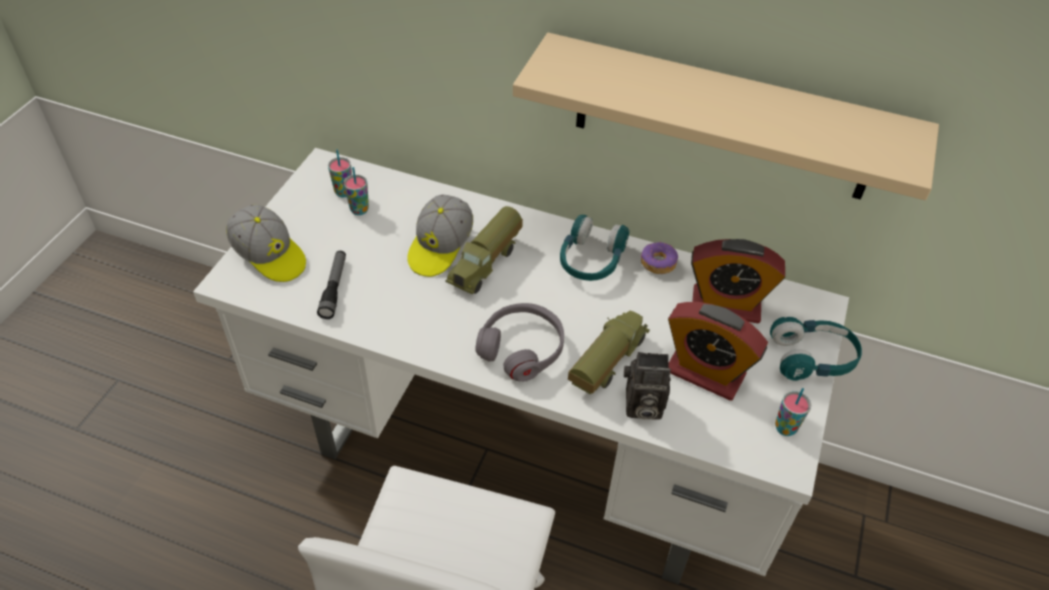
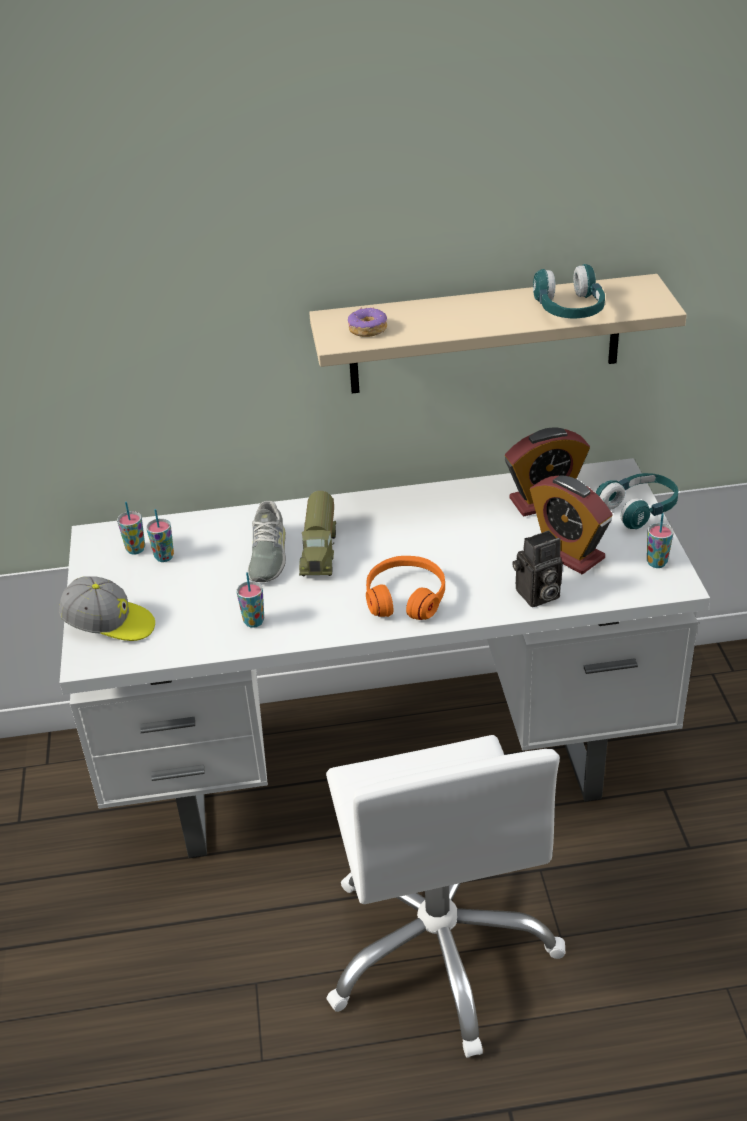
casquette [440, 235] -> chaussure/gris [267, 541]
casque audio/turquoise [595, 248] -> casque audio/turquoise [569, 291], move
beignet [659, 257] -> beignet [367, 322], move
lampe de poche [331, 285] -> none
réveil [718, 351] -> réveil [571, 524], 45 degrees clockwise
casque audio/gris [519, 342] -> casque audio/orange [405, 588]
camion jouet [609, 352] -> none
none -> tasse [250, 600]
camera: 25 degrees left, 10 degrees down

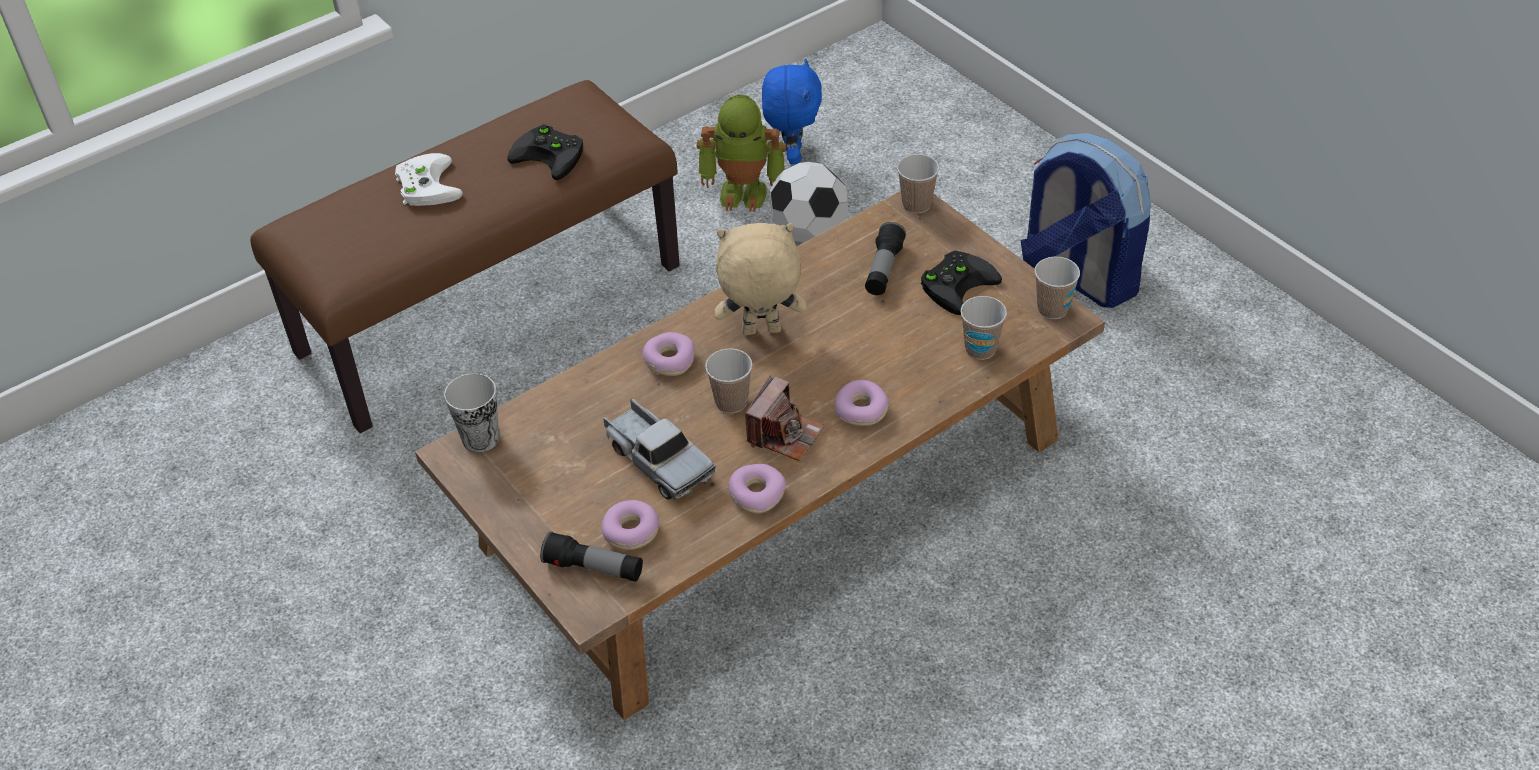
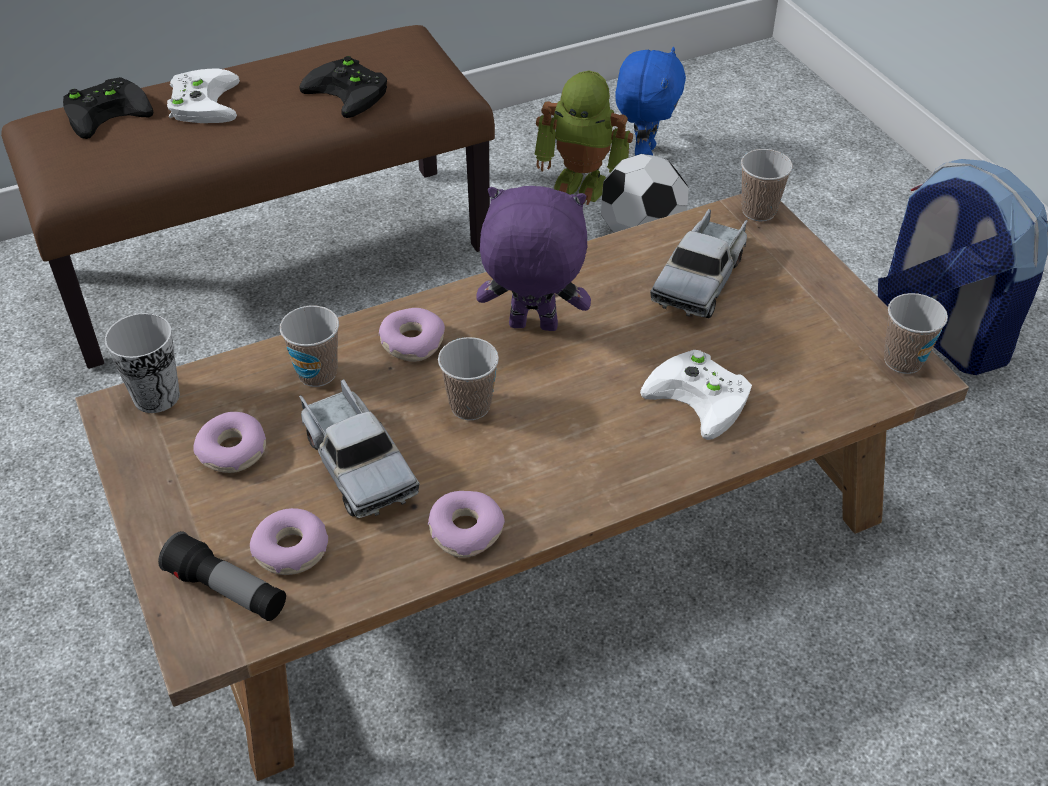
lampe de poche [885, 258] -> camion jouet [699, 263]
peluche/beige [760, 279] -> peluche/violet [533, 258]
manette/noir [961, 283] -> manette/noir [108, 108], move
tasse [983, 328] -> tasse [309, 346], move
appareil photo [785, 418] -> none
beignet [861, 403] -> beignet [229, 442], move
none -> manette/blanc [696, 395]
camera: 10 degrees right, 0 degrees up

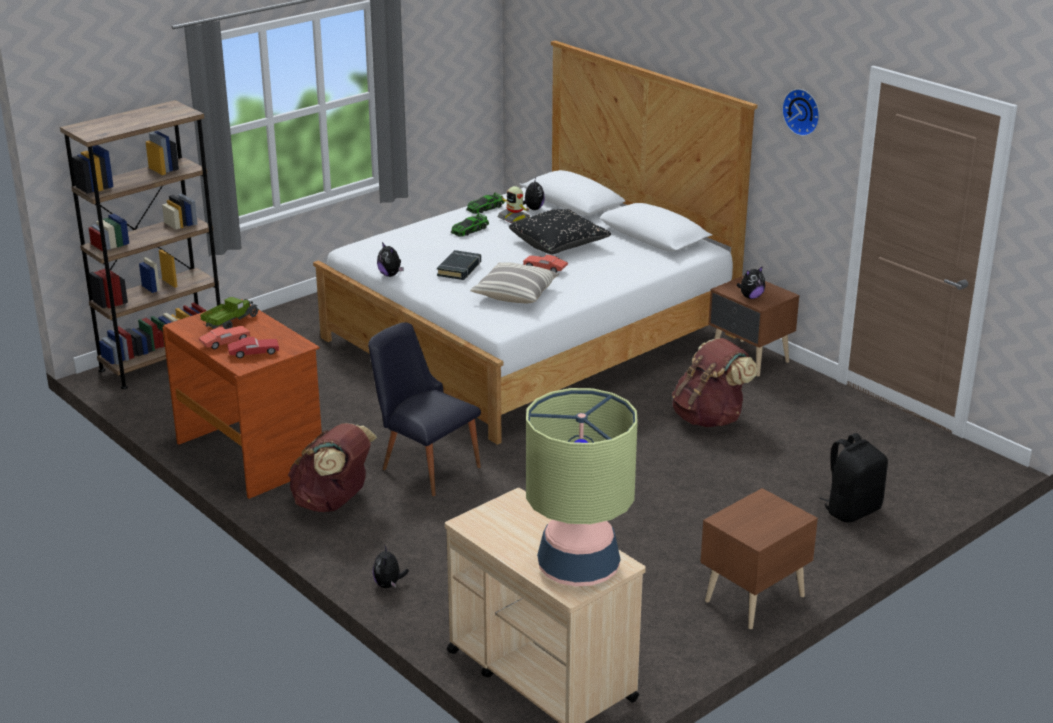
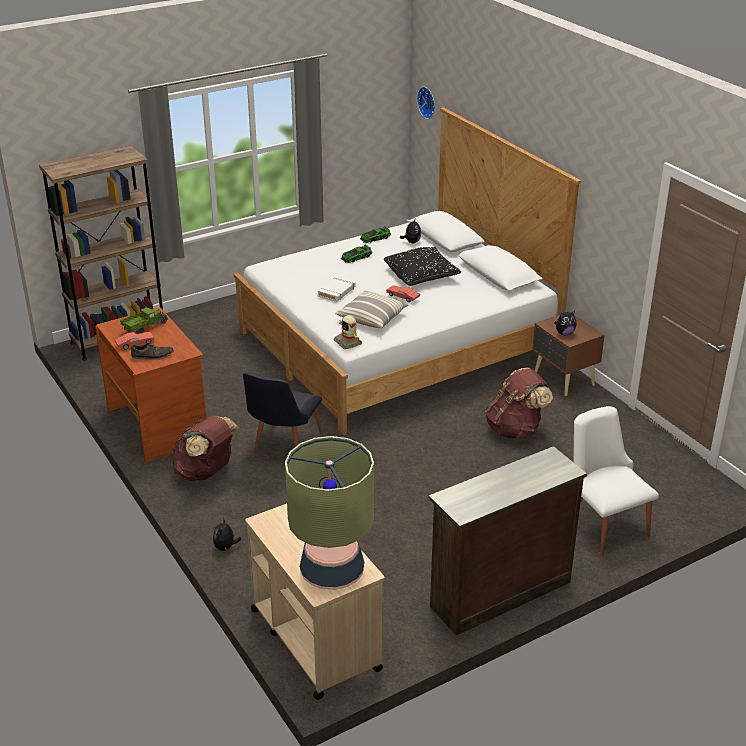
horloge murale [801, 112] -> horloge murale [426, 103], move
robot jouet [514, 205] -> robot jouet [348, 332], move
peluche [390, 259] -> none
livre/noir [459, 265] -> livre/blanc [336, 289]
chaise/noir [424, 409] -> chaise/noir [283, 413], 120 degrees counterclockwise
petite voiture/rouge [253, 347] -> chaussure/marron [152, 352]
sac à dos/noir [853, 477] -> chaise/blanc [616, 481]
table de chevet/marron [759, 558] -> commode/marron [508, 540]
camera: 10 degrees right, 5 degrees up

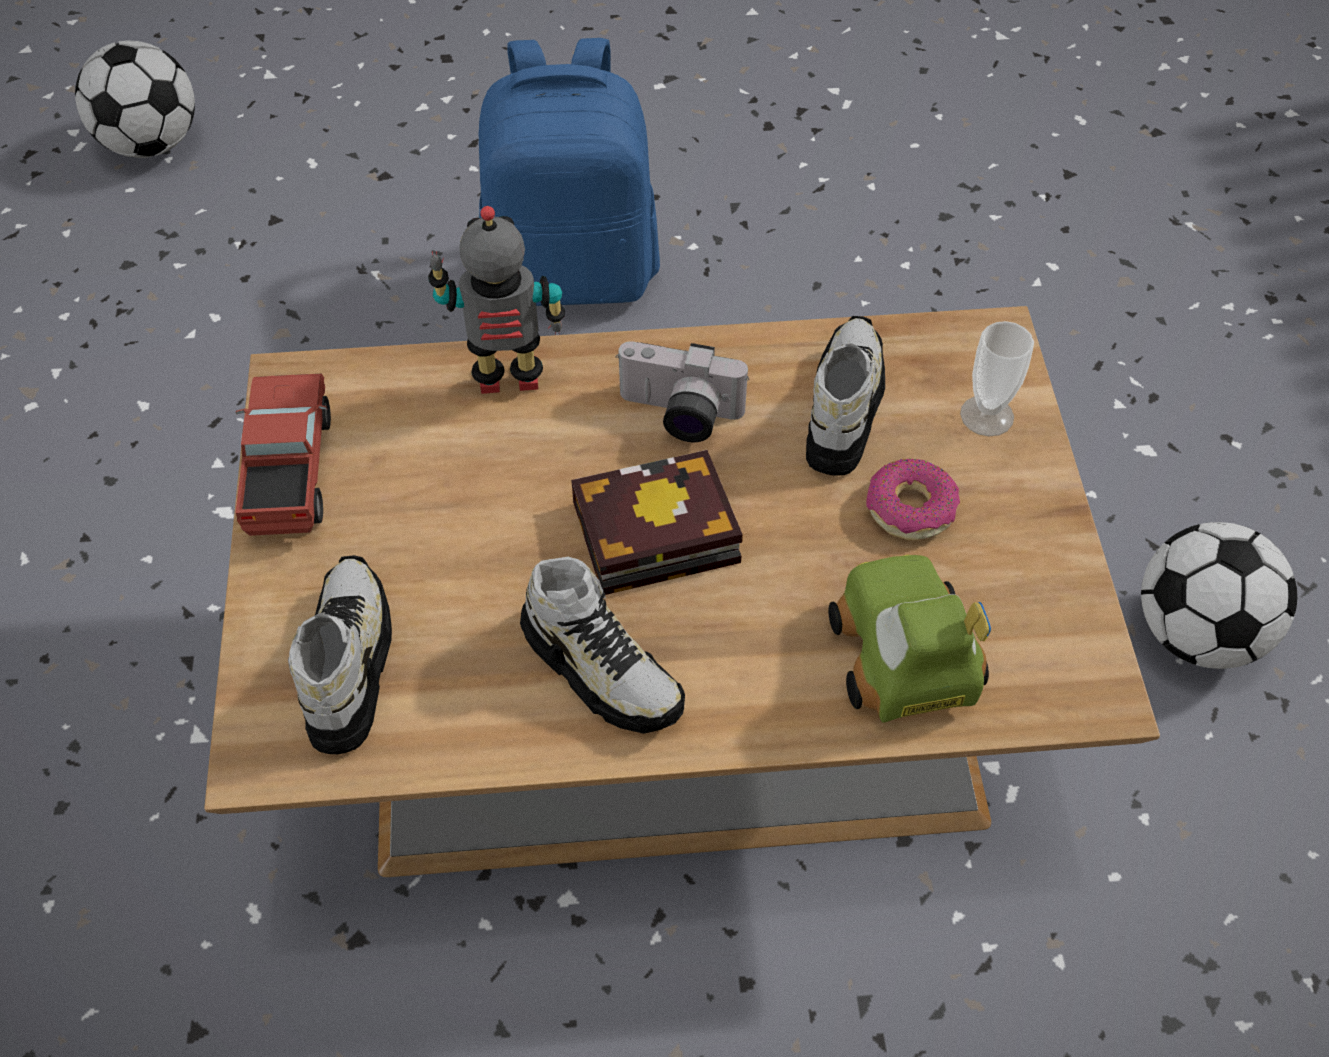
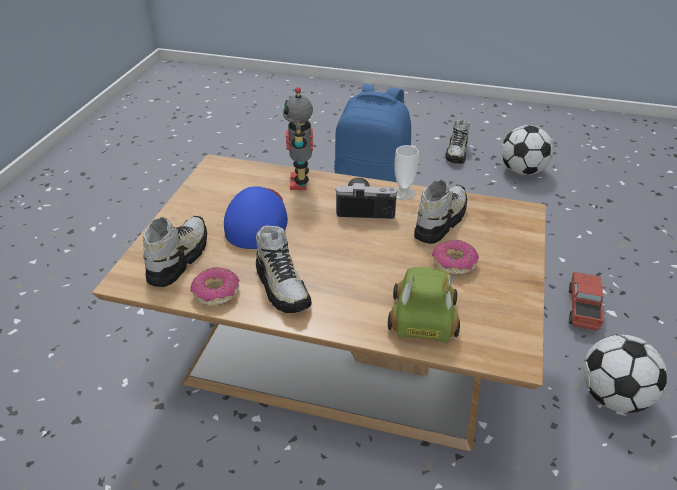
ballon de foot [135, 99] -> ballon de foot [527, 150], move
robot jouet [496, 300] -> robot jouet [298, 138], 105 degrees counterclockwise
tasse [997, 378] -> tasse [407, 172], move
appareil photo [682, 391] -> appareil photo [366, 198], 150 degrees clockwise
camion jouet [283, 455] -> camion jouet [587, 301], move
livre [657, 522] -> none
none -> chaussure [458, 141]
none -> casquette/bleu [256, 217]
none -> beignet [215, 286]
camera: 20 degrees right, 15 degrees down

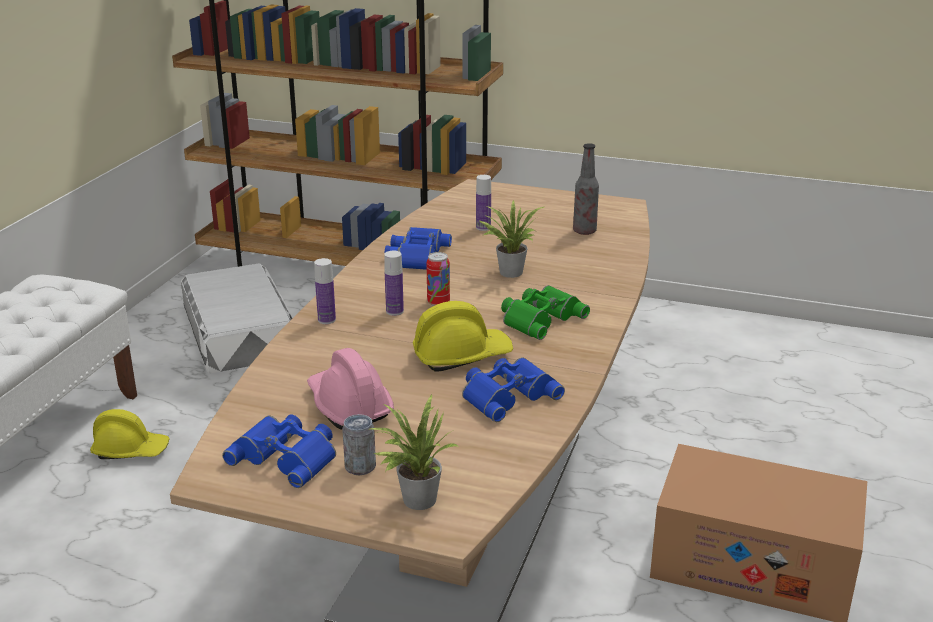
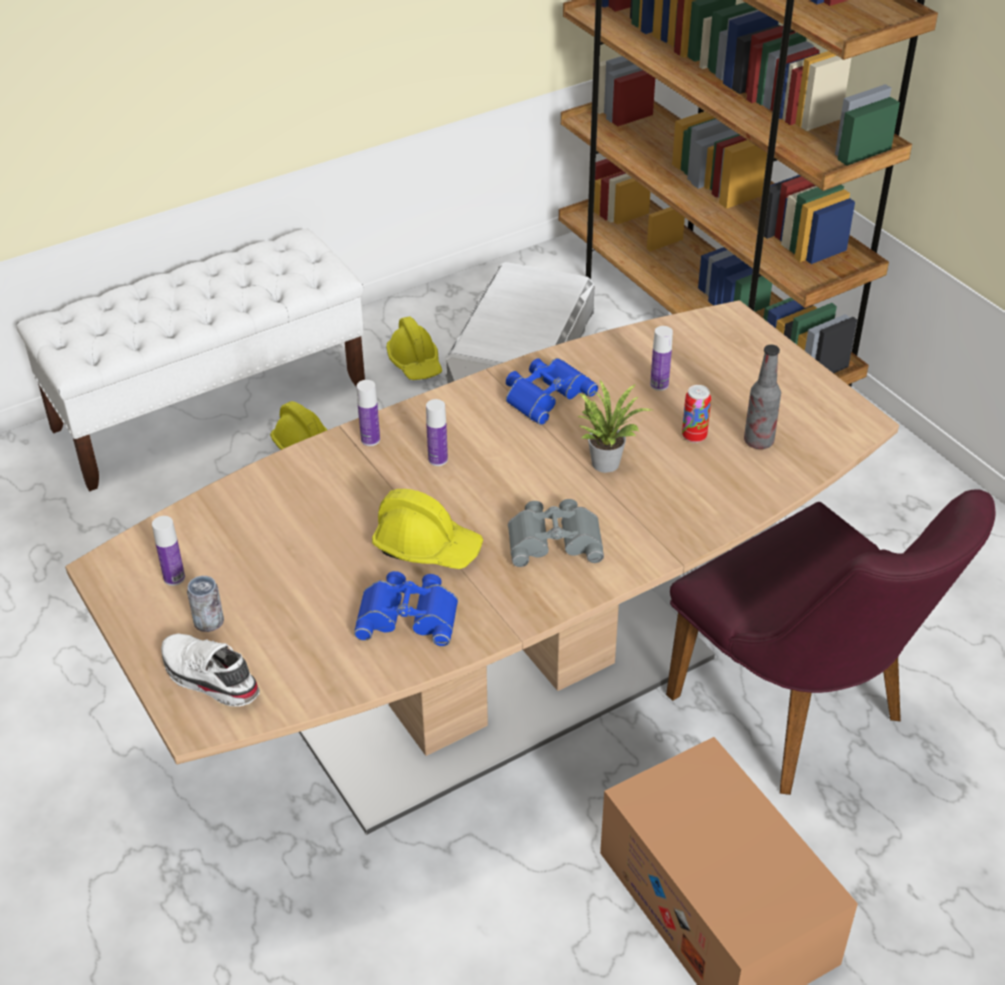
boîte métallique [438, 279] -> boîte métallique [696, 414], move
jumelles/vert [545, 312] -> jumelles/gris [556, 533]
casque de chantier/rose [350, 389] -> none
plante en pot [415, 452] -> chaussure/blanc [210, 670]
jumelles/bleu [279, 451] -> bouteille [168, 551]
none -> casque de chantier/jaune [414, 348]
none -> chaise/violet [831, 642]
camera: 40 degrees right, 15 degrees up

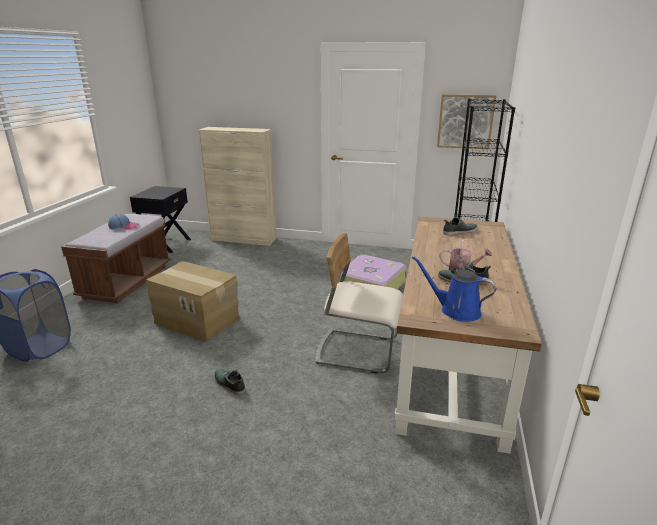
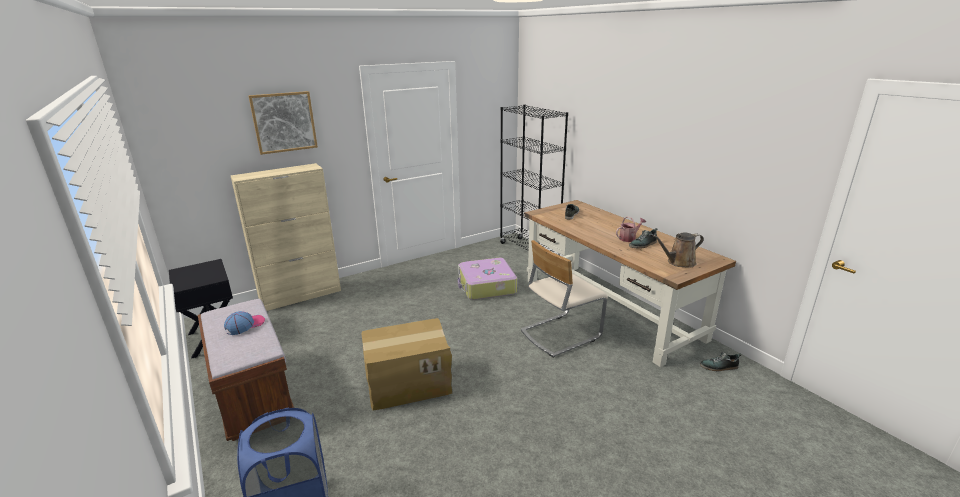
tableau [466, 121] -> tableau [283, 123], move
arrosoir/bleu [454, 289] -> arrosoir/marron [678, 250]
chaussure [230, 382] -> chaussure [720, 361], move
camera: 45 degrees left, 0 degrees up

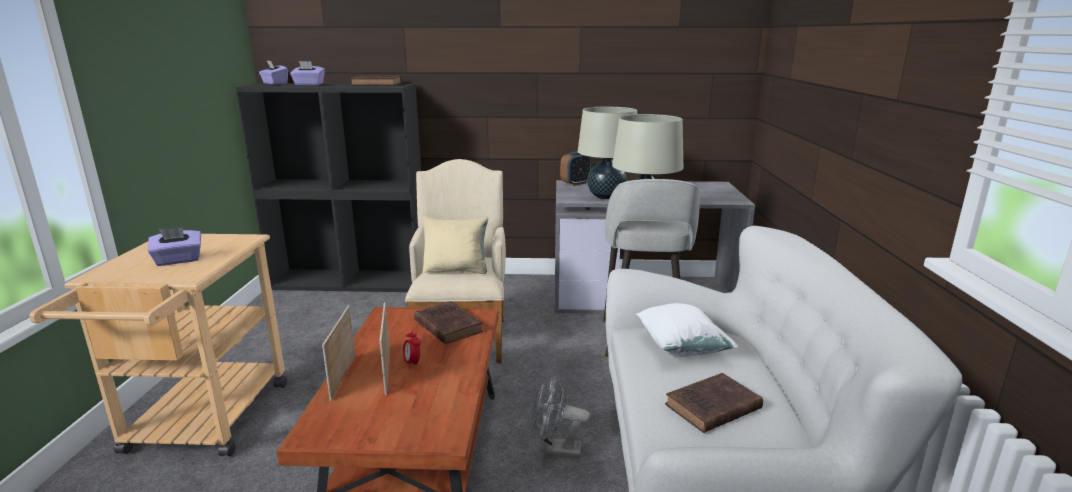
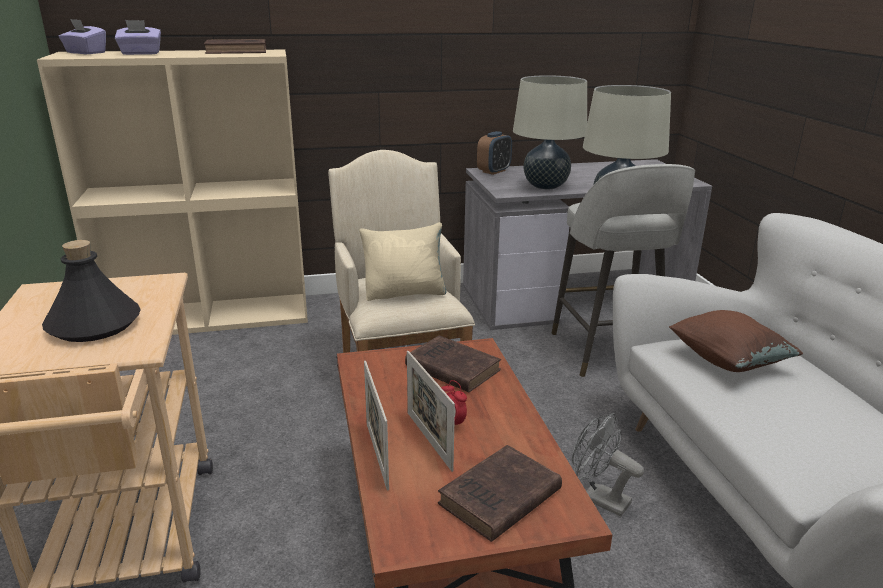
bibliothèque/noir [328, 187] -> bibliothèque/beige [172, 192]
boîte à mouchoirs/violet [174, 246] -> bouteille/noir [91, 291]
coussin/blanc [687, 330] -> coussin/marron [736, 341]
livre/marron [714, 403] -> livre/marron [500, 493], move
ventilateur/gris [561, 417] -> ventilateur/gris [608, 464], 45 degrees clockwise
camera: 15 degrees left, 5 degrees up

